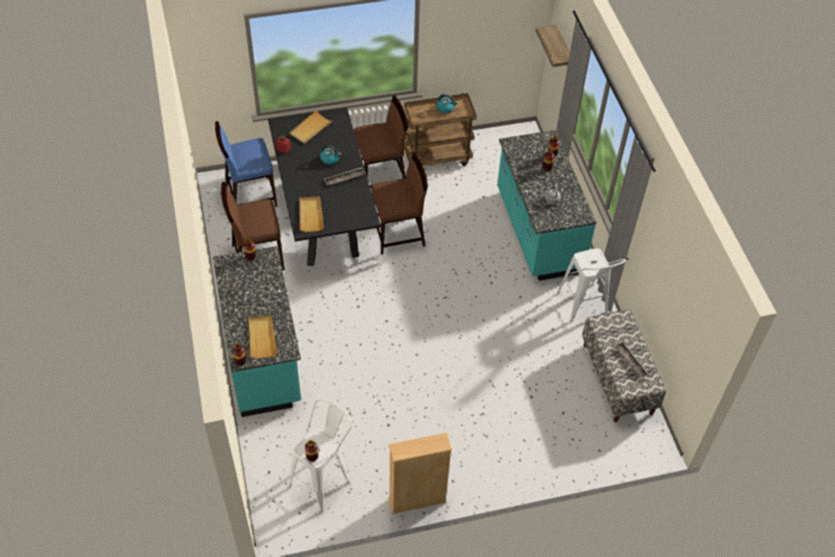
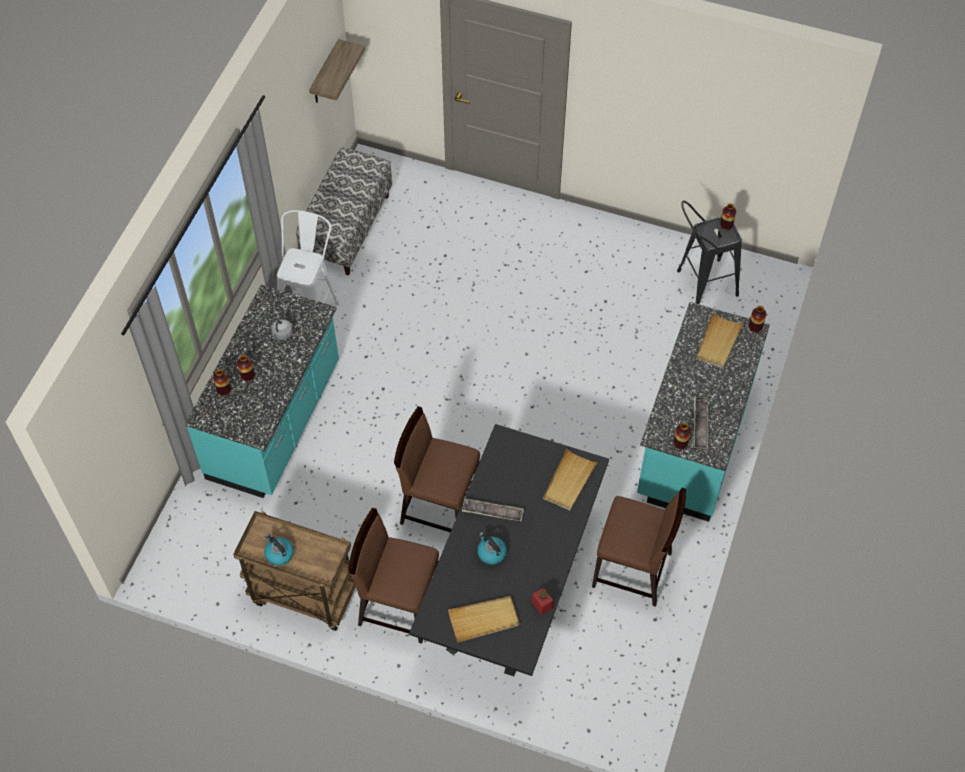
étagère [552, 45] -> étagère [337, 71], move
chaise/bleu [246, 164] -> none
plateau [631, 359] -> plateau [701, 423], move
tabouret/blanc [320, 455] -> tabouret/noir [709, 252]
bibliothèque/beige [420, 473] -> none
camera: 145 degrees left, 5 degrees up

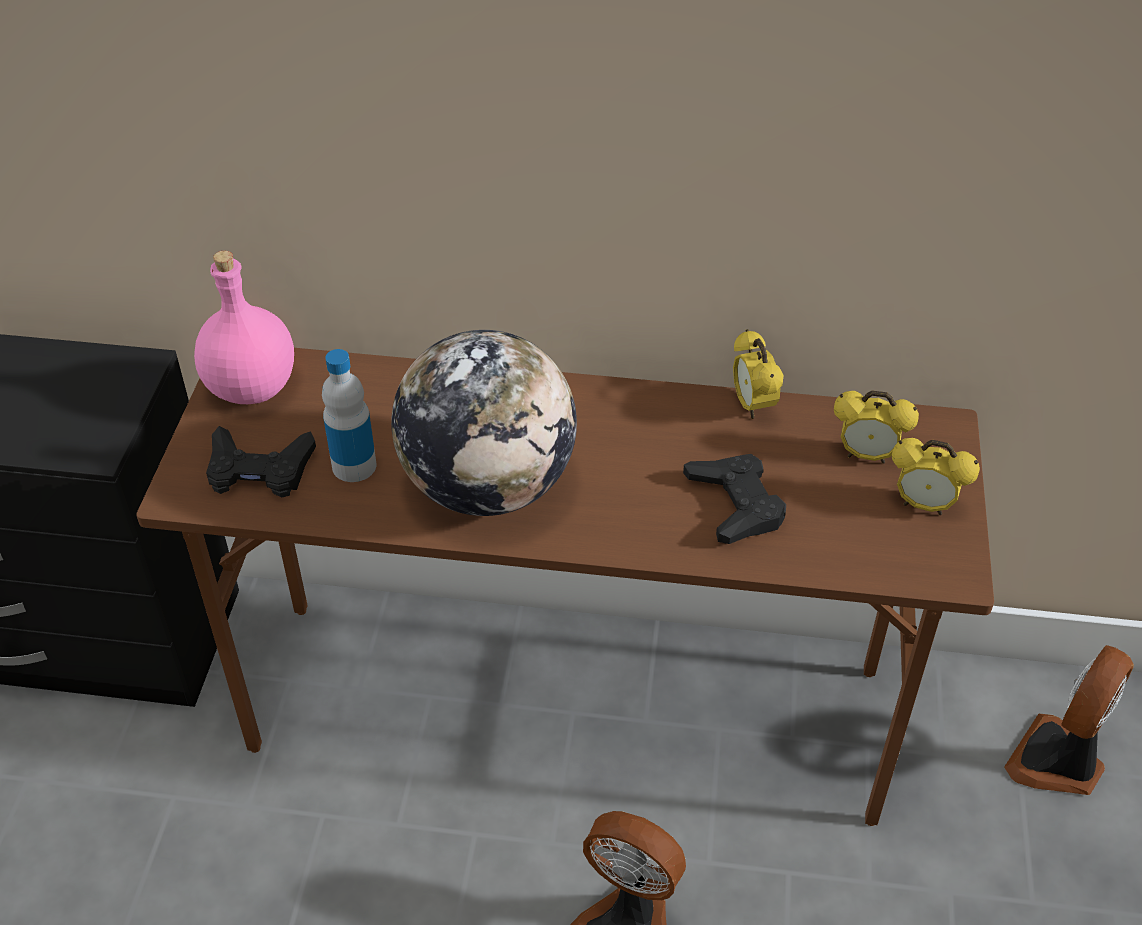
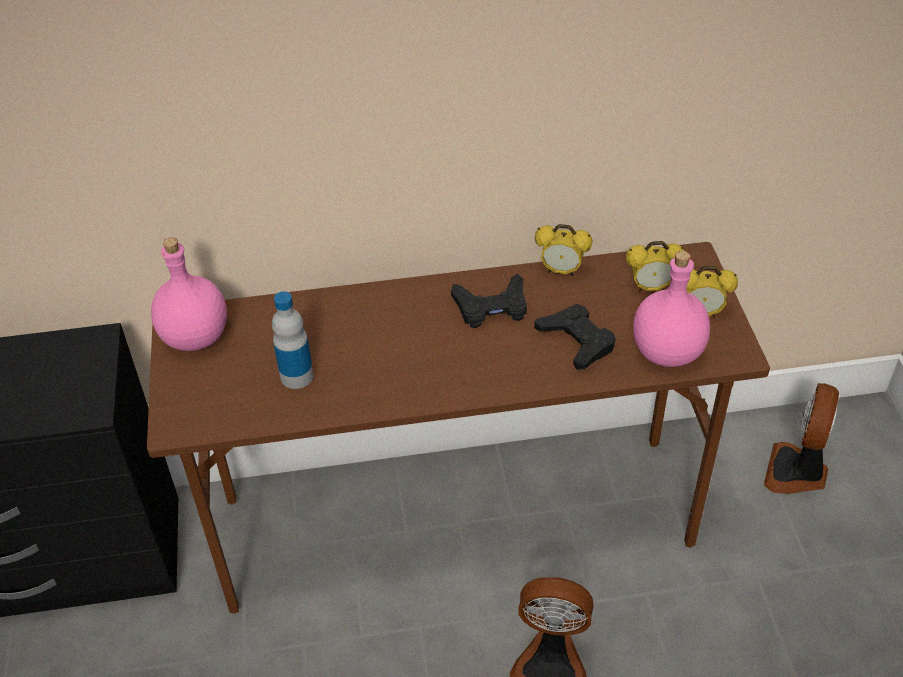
réveil [758, 374] -> réveil [564, 250], 45 degrees counterclockwise
globe [484, 423] -> none
manette/noir [261, 462] -> manette/noir [489, 301], move
none -> bouteille/rose [671, 309]
camera: 15 degrees left, 0 degrees up

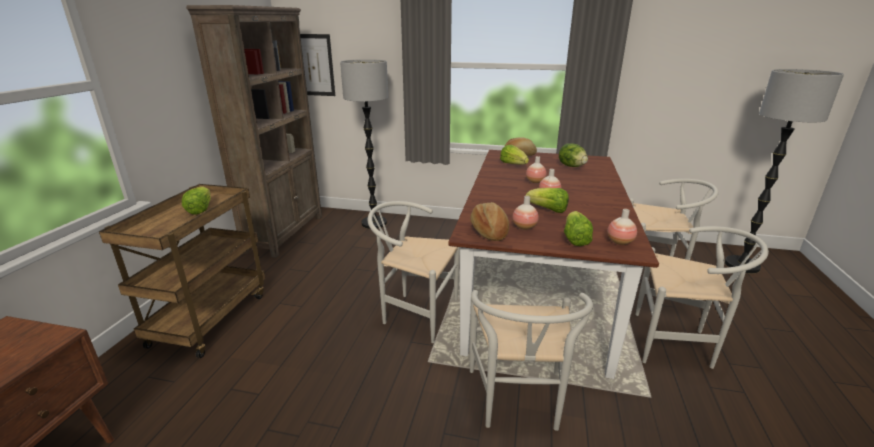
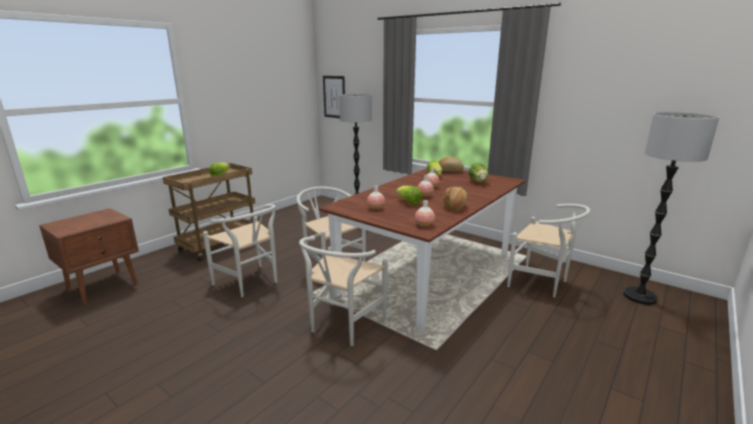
bibliothèque/marron [254, 131] -> none
pain [489, 221] -> pain [455, 199], move
laitue [578, 228] -> none
chaise/blanc [702, 297] -> chaise/blanc [240, 250], move
camera: 25 degrees right, 5 degrees down

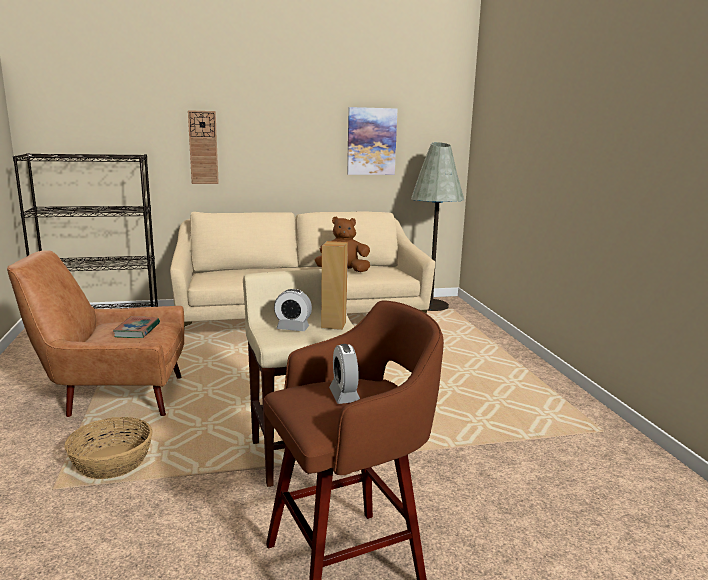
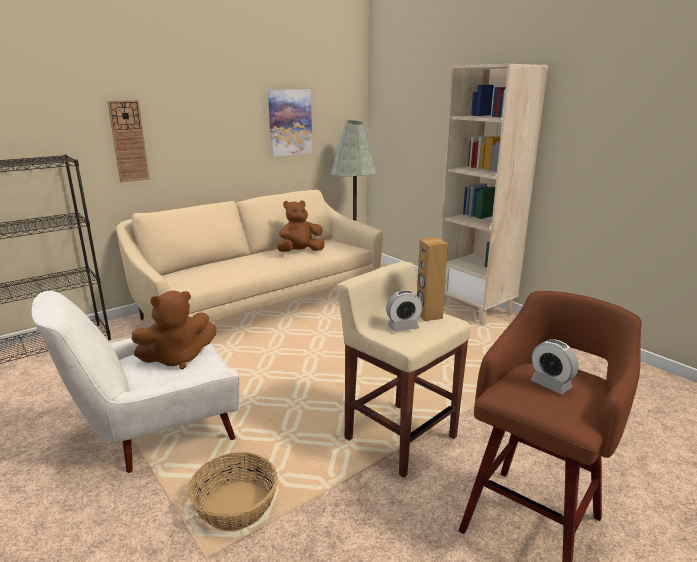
fauteuil/marron [95, 333] -> fauteuil/blanc [135, 382]
livre [136, 327] -> peluche/marron [174, 330]
none -> bibliothèque/beige [494, 195]
camera: 25 degrees left, 5 degrees up

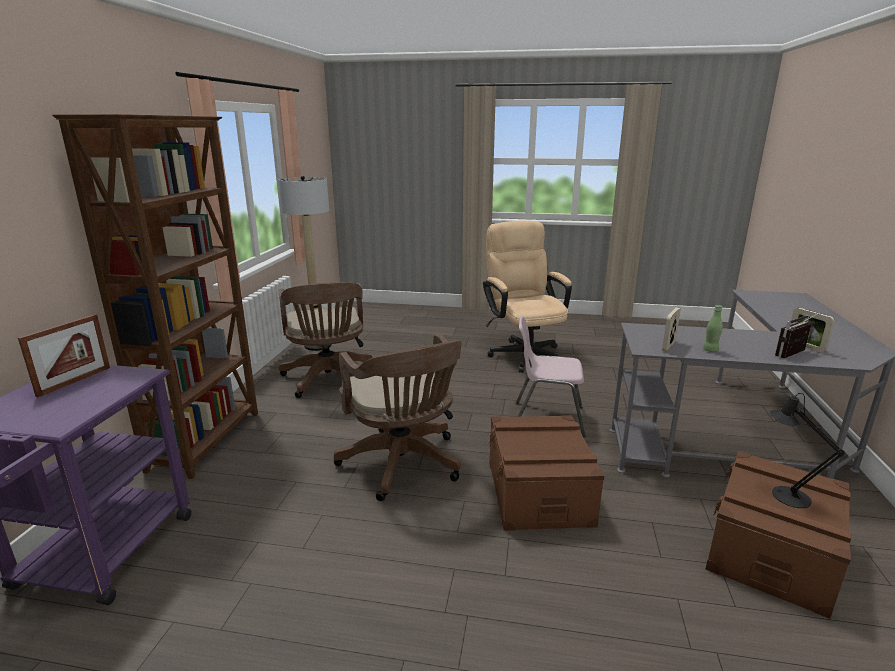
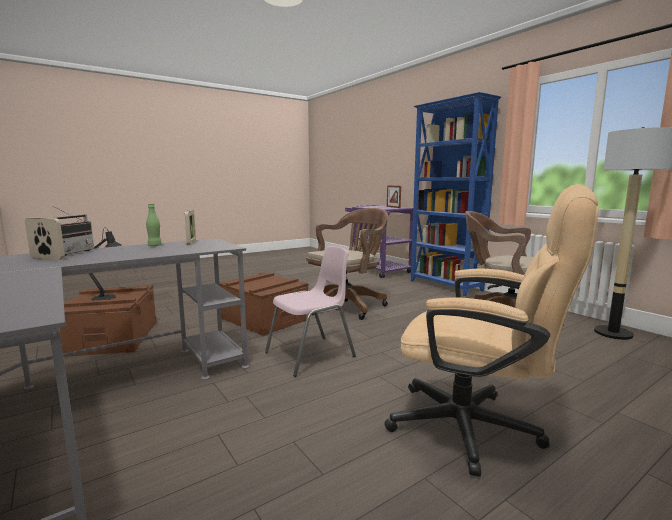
bibliothèque/marron [155, 296] -> bibliothèque/bleu [456, 194]
chaise de bureau/marron [398, 417] -> chaise de bureau/marron [347, 264], 120 degrees clockwise
camera: 135 degrees right, 10 degrees down

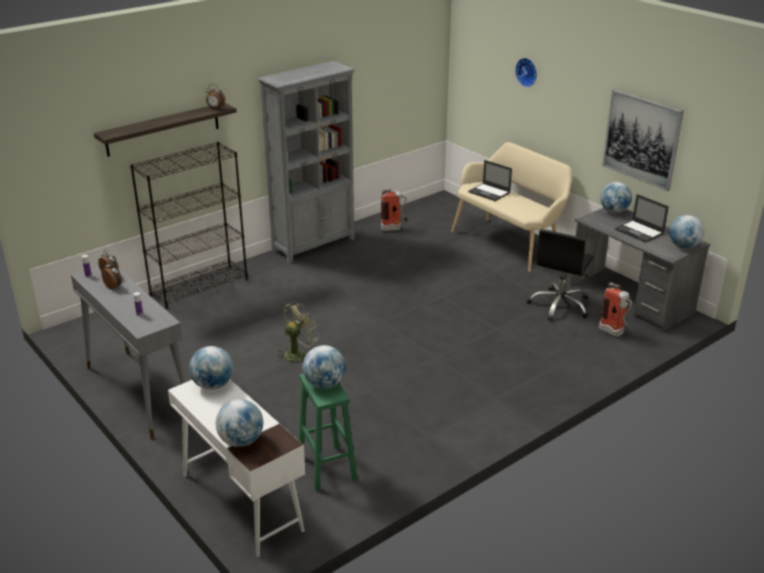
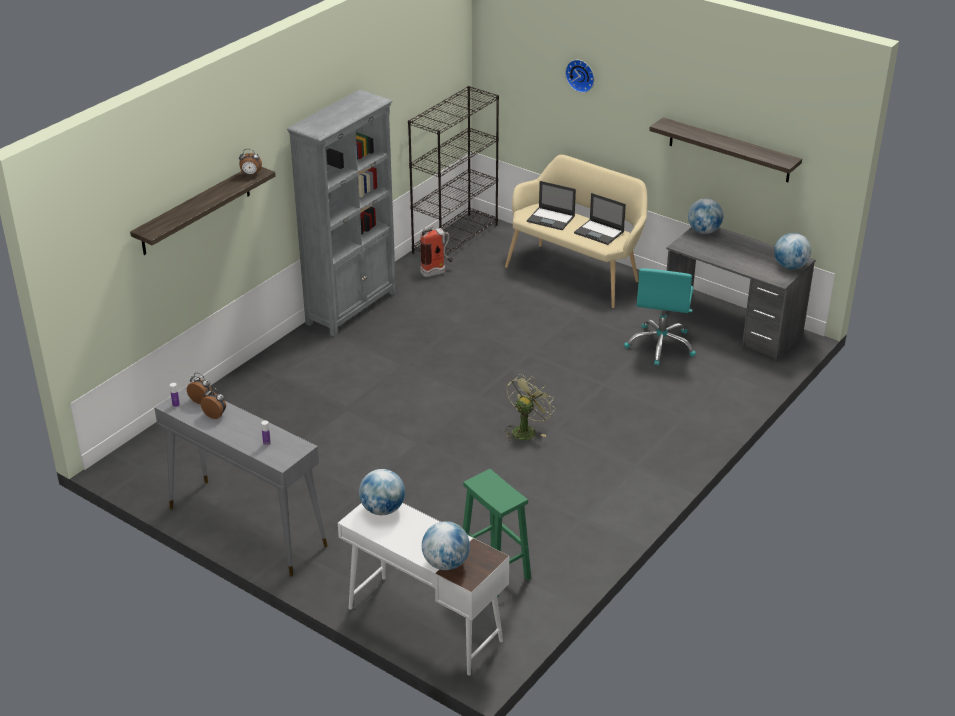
tableau [643, 140] -> étagère [725, 149]
bibliothèque/noir [189, 225] -> bibliothèque/noir [453, 171], move
ordinateur portable [642, 218] -> ordinateur portable [600, 219], move
chaise de bureau/noir [560, 275] -> chaise de bureau/turquoise [660, 317]
extincteur [615, 309] -> none
ventilateur/vert [299, 331] -> ventilateur/vert [529, 407], move
globe [324, 367] -> none
camera: 15 degrees left, 5 degrees up

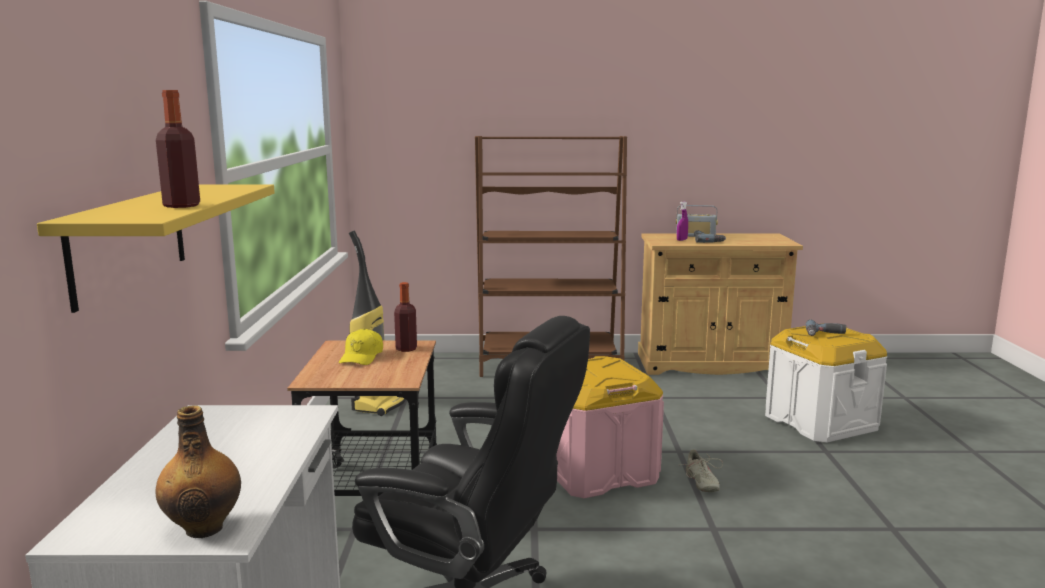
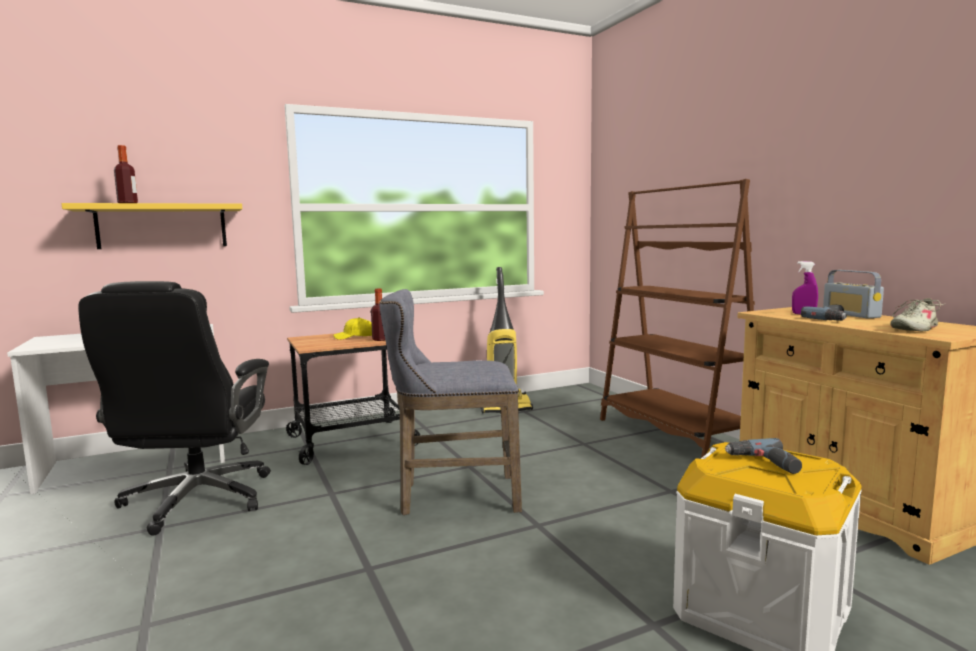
boîte de rangement/rose [610, 427] -> tabouret/gris [451, 402]
bouteille [198, 471] -> none
chaussure/beige [701, 471] -> chaussure/beige [917, 314], move
camera: 65 degrees right, 5 degrees down

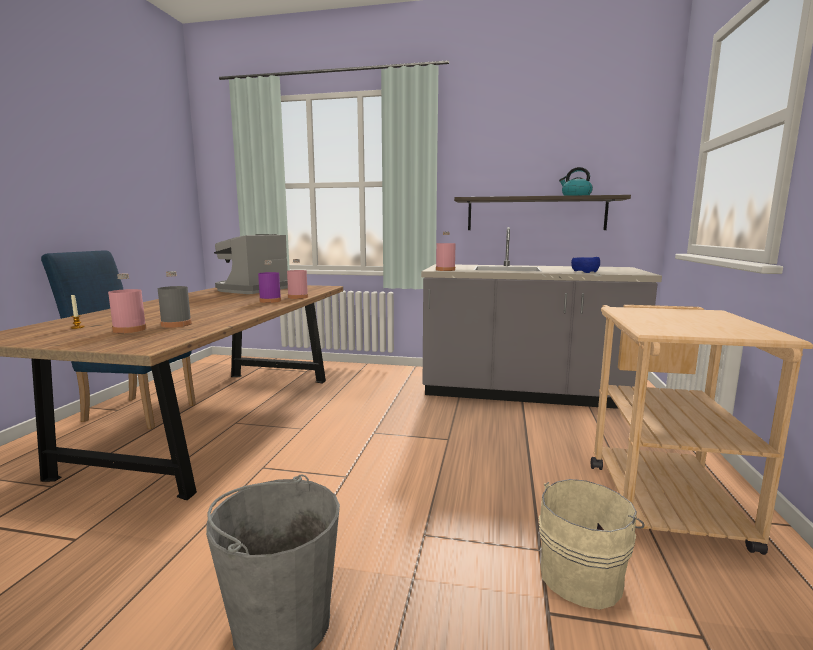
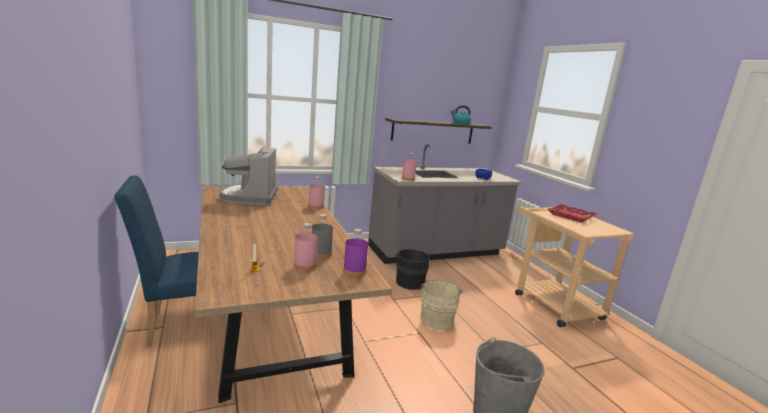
bouteille/violet [269, 282] -> bouteille/violet [355, 253], move
seau/beige [591, 544] -> seau/beige [441, 305], move
none -> plateau/rouge [572, 213]
none -> seau/noir [412, 269]
camera: 35 degrees left, 5 degrees up

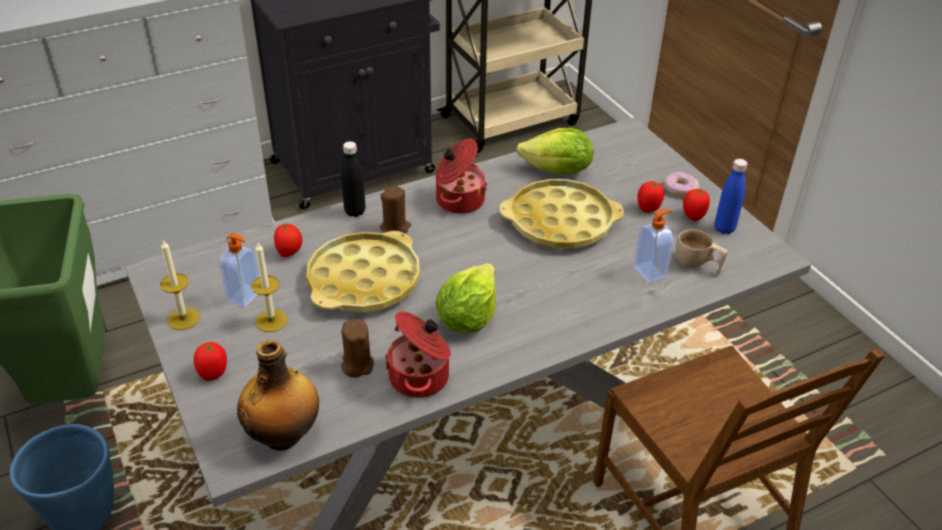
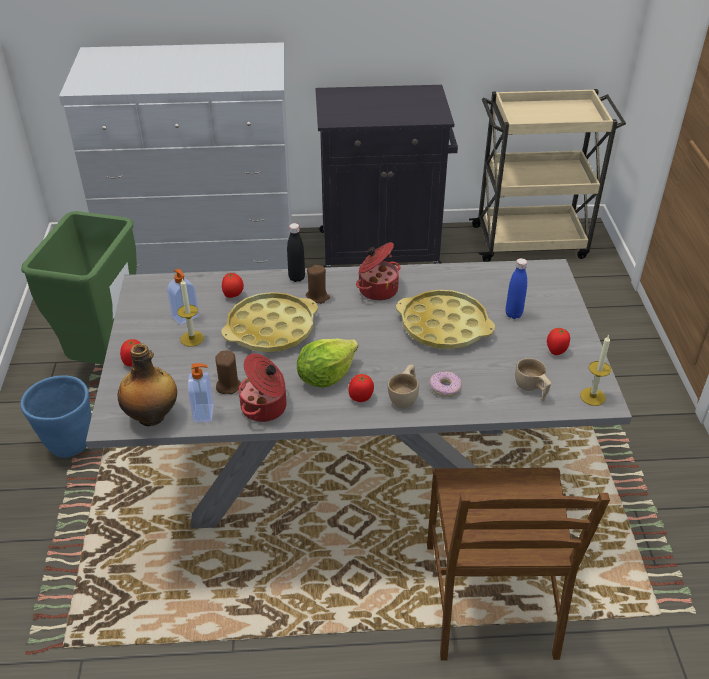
laitue [555, 151] -> none
bouteille/bleu [731, 196] -> bouteille/bleu [516, 288], move
beignet [681, 184] -> beignet [445, 384], move
tomate [650, 197] -> tomate [361, 388], move
distributeur de savon [653, 246] -> distributeur de savon [201, 392], move
bougie [180, 285] -> bougie [595, 370], move
none -> tasse/beige [403, 386]
camera: 25 degrees right, 0 degrees up

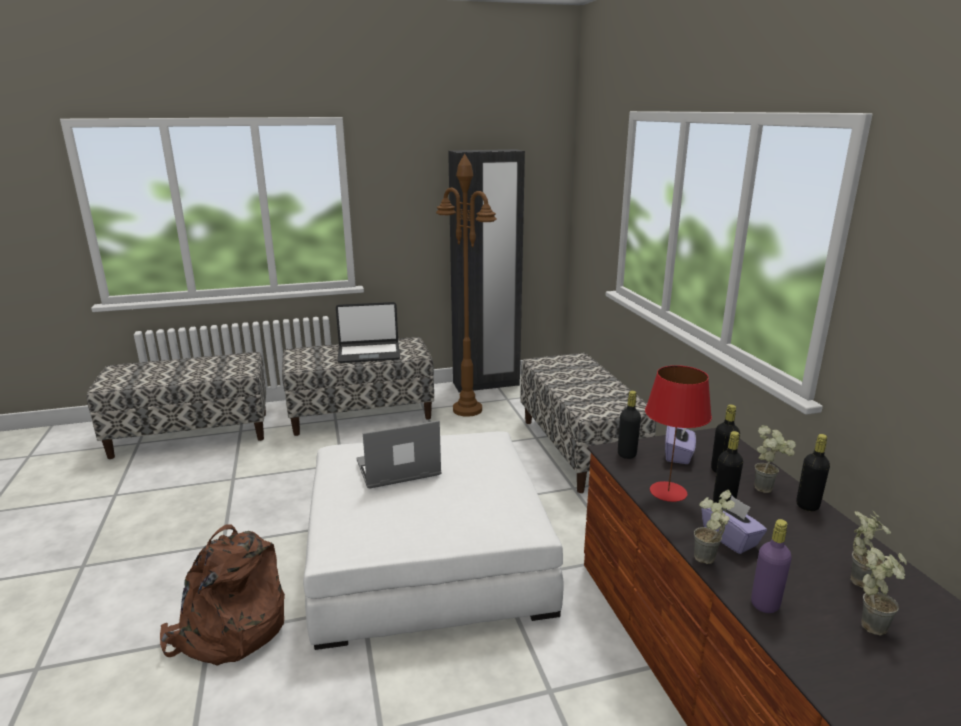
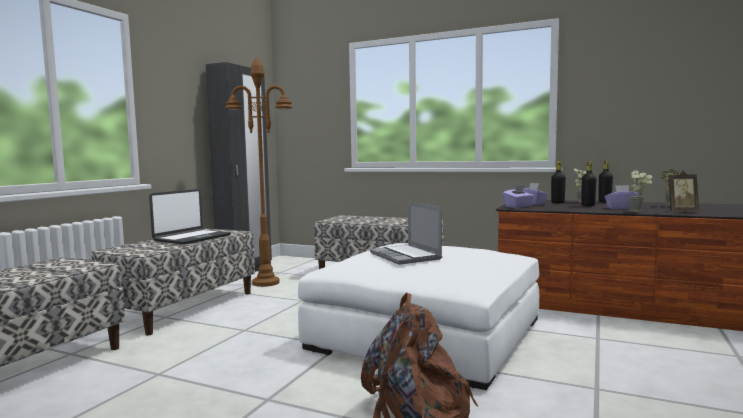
lampe de table/rouge [678, 433] -> none
bouteille/noir [629, 425] -> boîte à mouchoirs/violet [518, 196]
ordinateur portable [399, 454] -> ordinateur portable [406, 233], 45 degrees counterclockwise
bouteille/violet [771, 566] -> cadre photo [682, 190]
plante en pot [884, 591] -> none
camera: 50 degrees left, 15 degrees down

